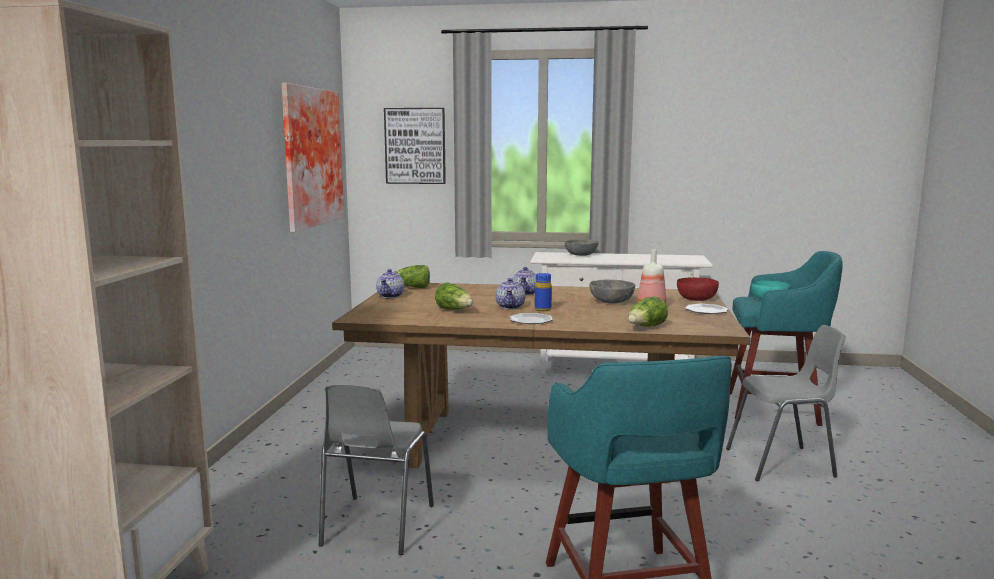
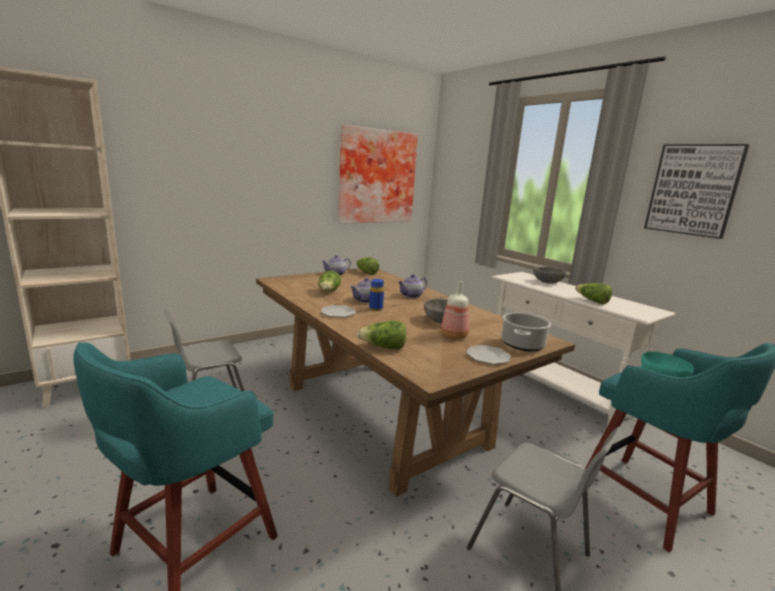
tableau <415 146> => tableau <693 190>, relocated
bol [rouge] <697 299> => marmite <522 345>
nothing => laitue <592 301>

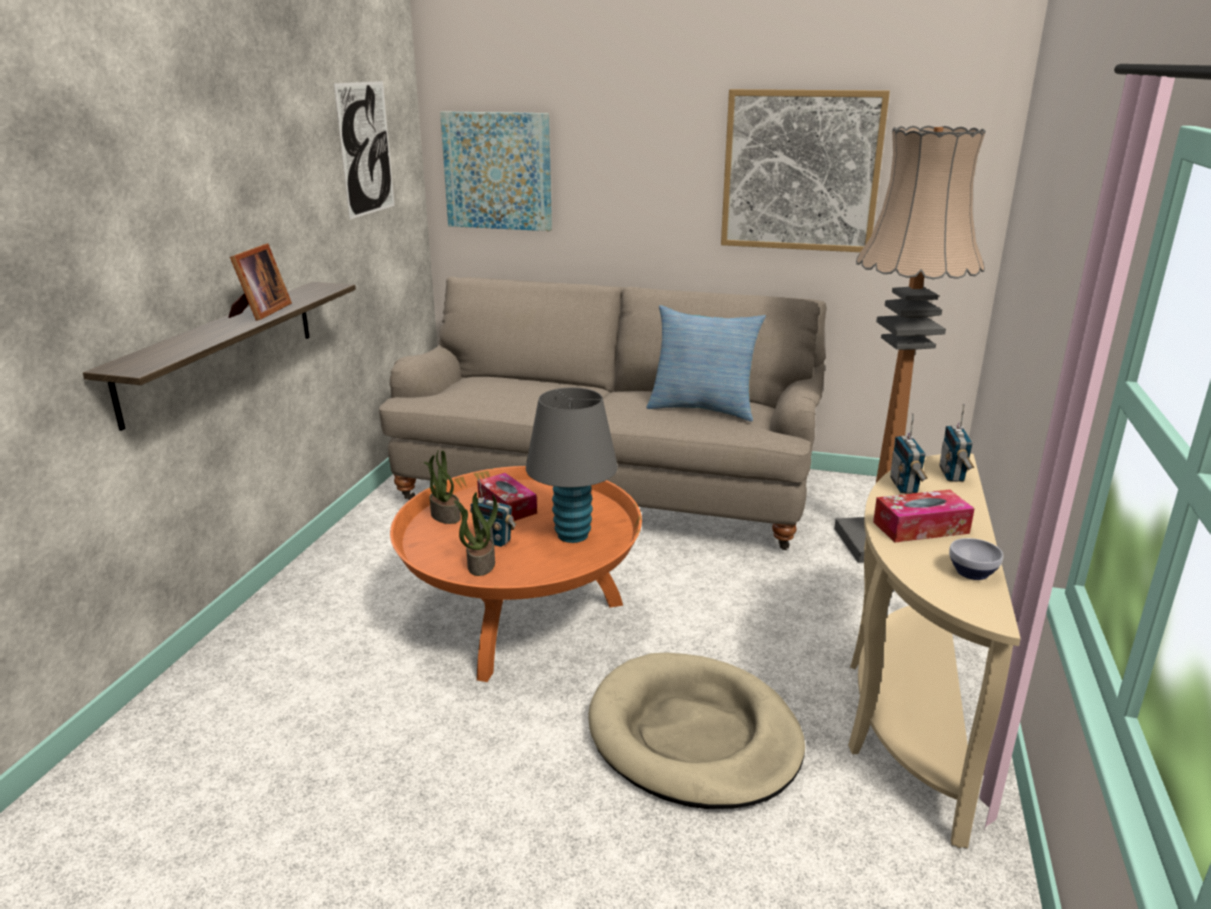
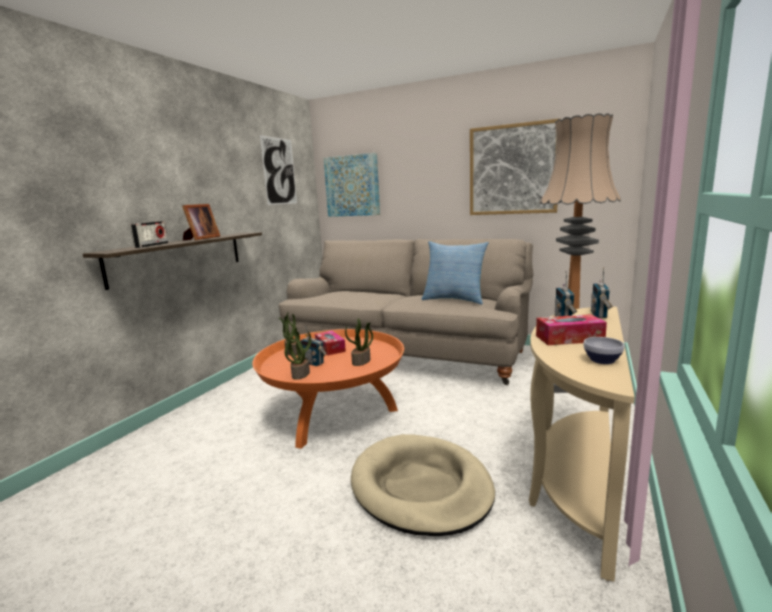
lampe de table [gris] <573 535> => plante en pot <361 361>
nothing => radio <152 245>

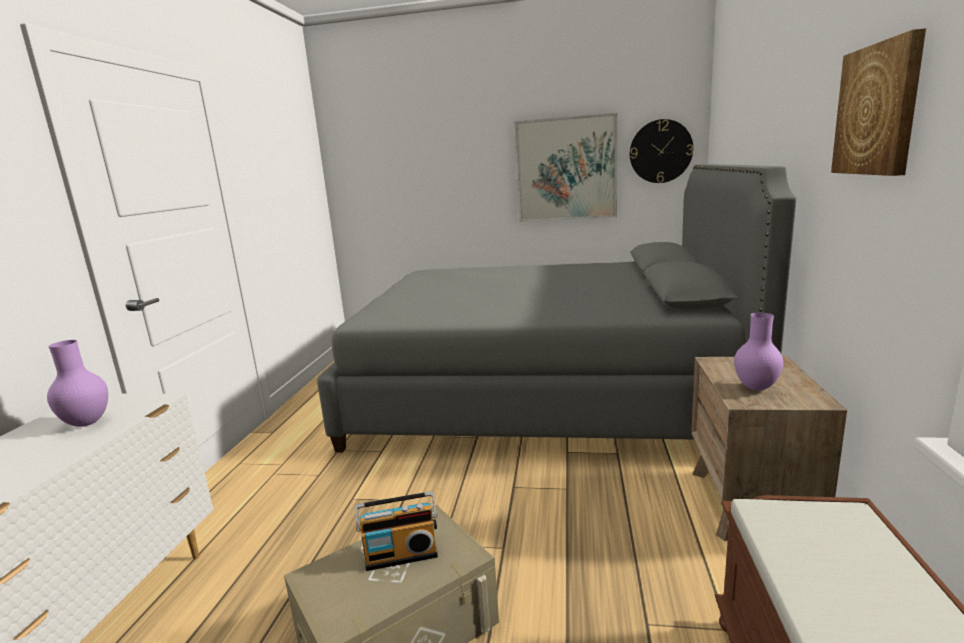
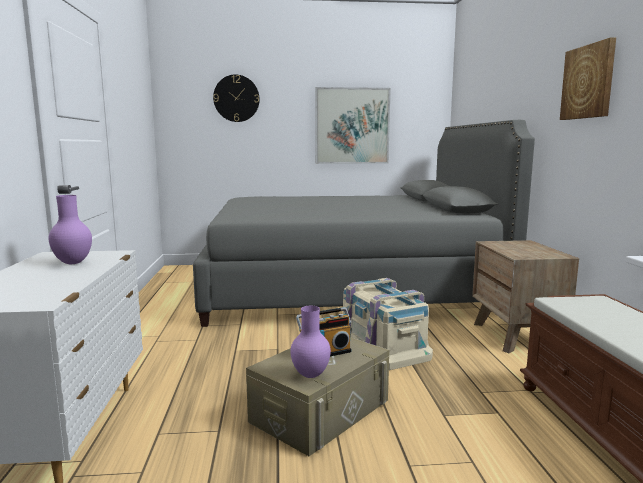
horloge murale <660 151> => horloge murale <236 98>, relocated
vase [violet] <755 388> => vase [violet] <309 375>, relocated
nothing => boîte de rangement [beige] <383 346>

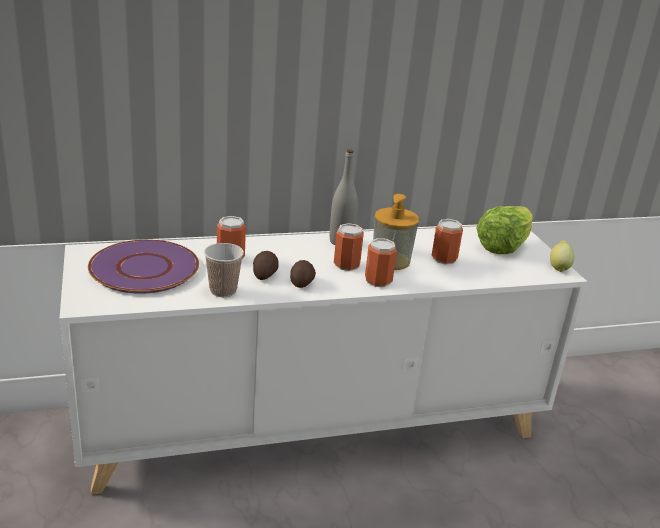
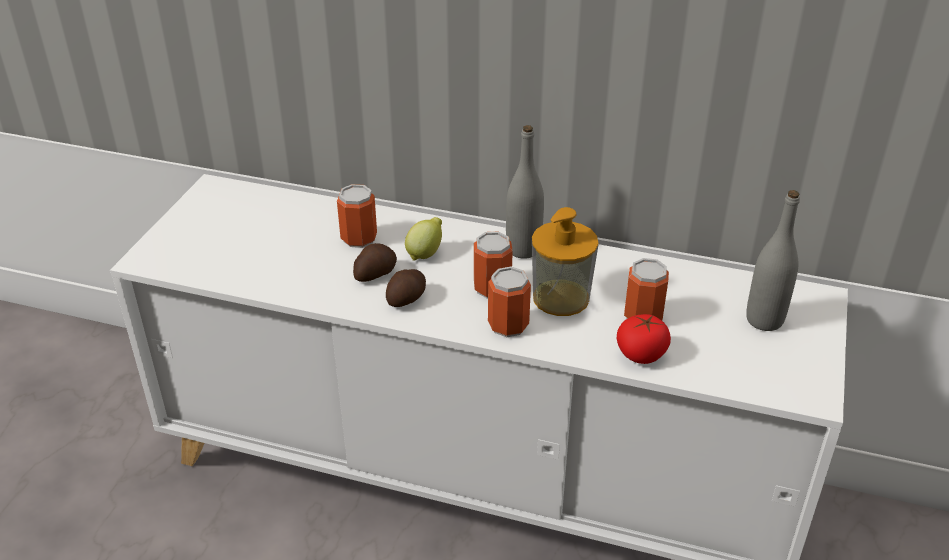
laitue <503 246> => bouteille [gris] <764 320>
assiette [violet] <144 268> => nothing
citron <559 267> => citron <425 253>, relocated
tasse <223 291> => nothing
nothing => tomate <641 354>

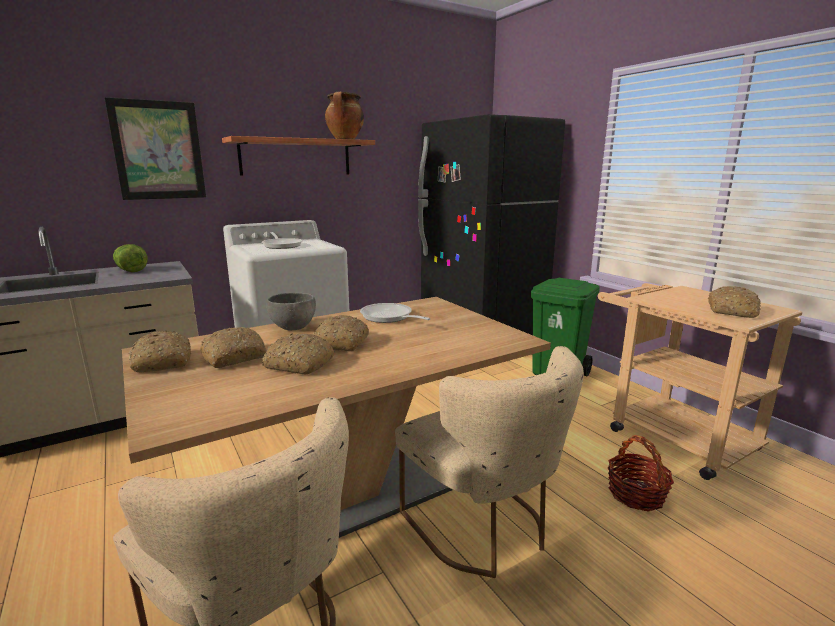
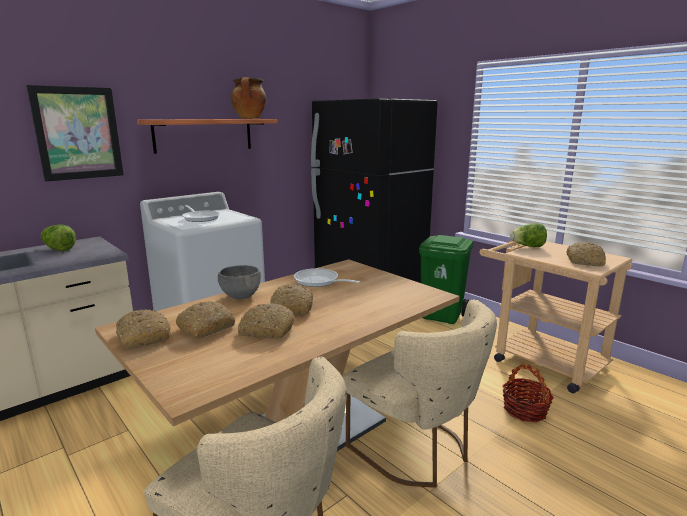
nothing => laitue <528 246>

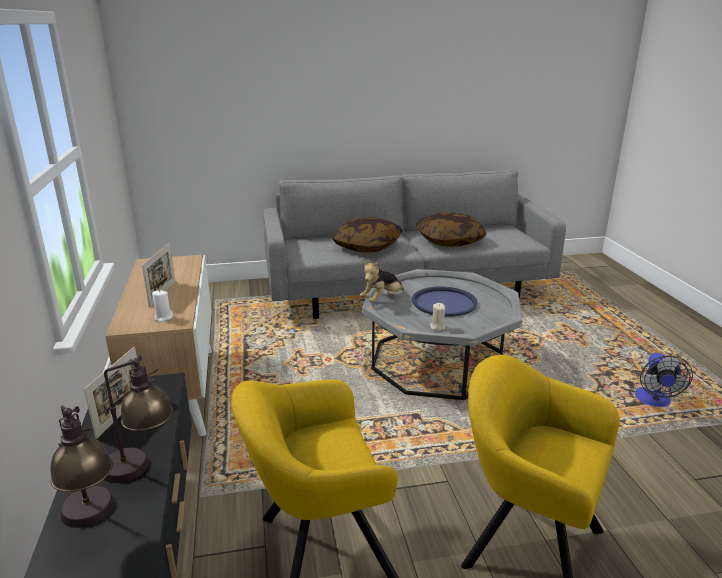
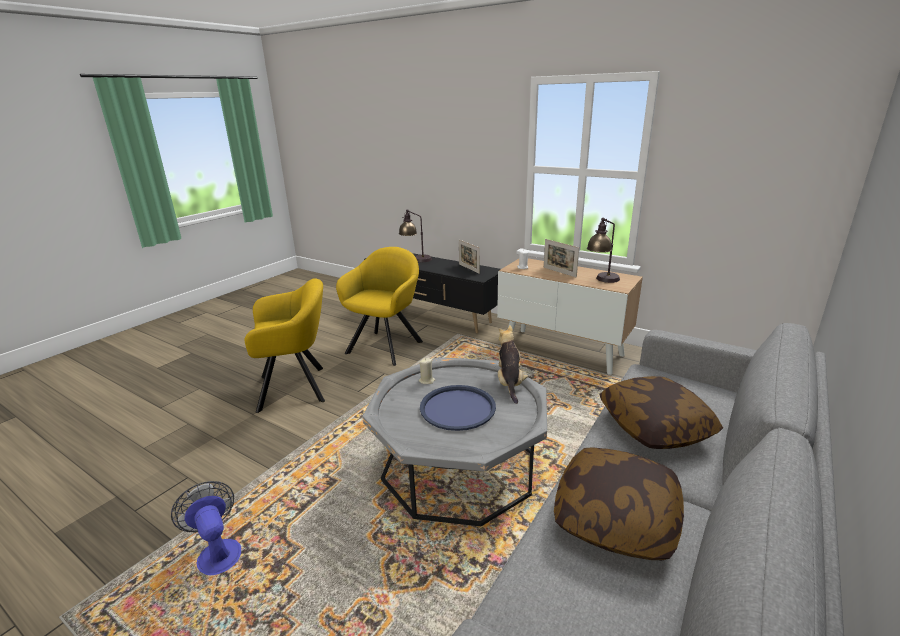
lampe de table <141 469> => lampe de table <601 280>, relocated

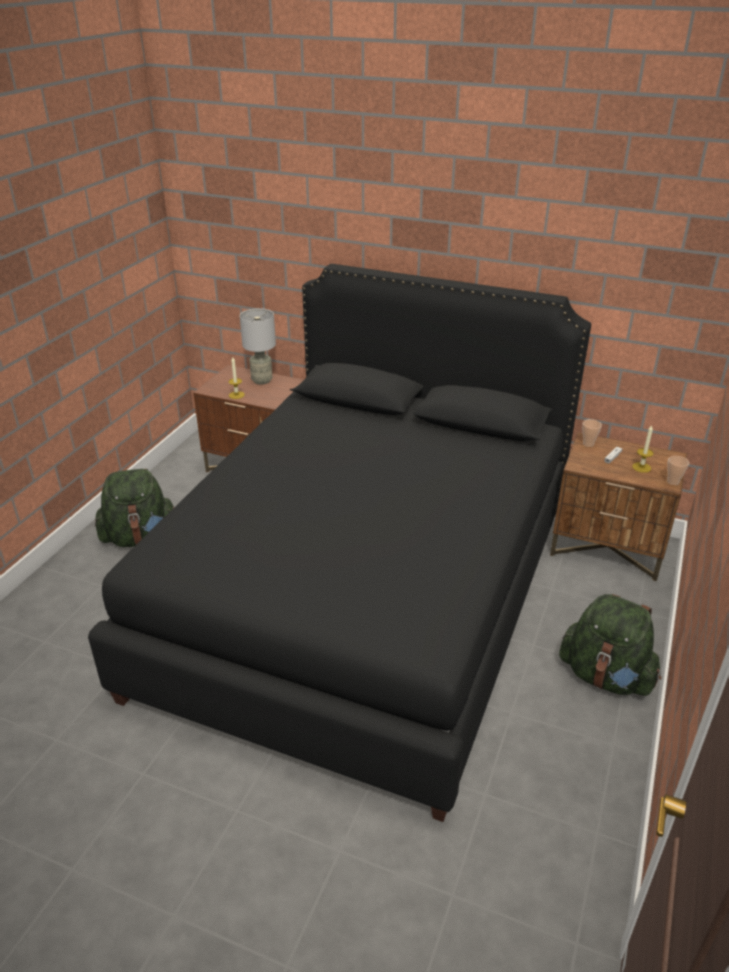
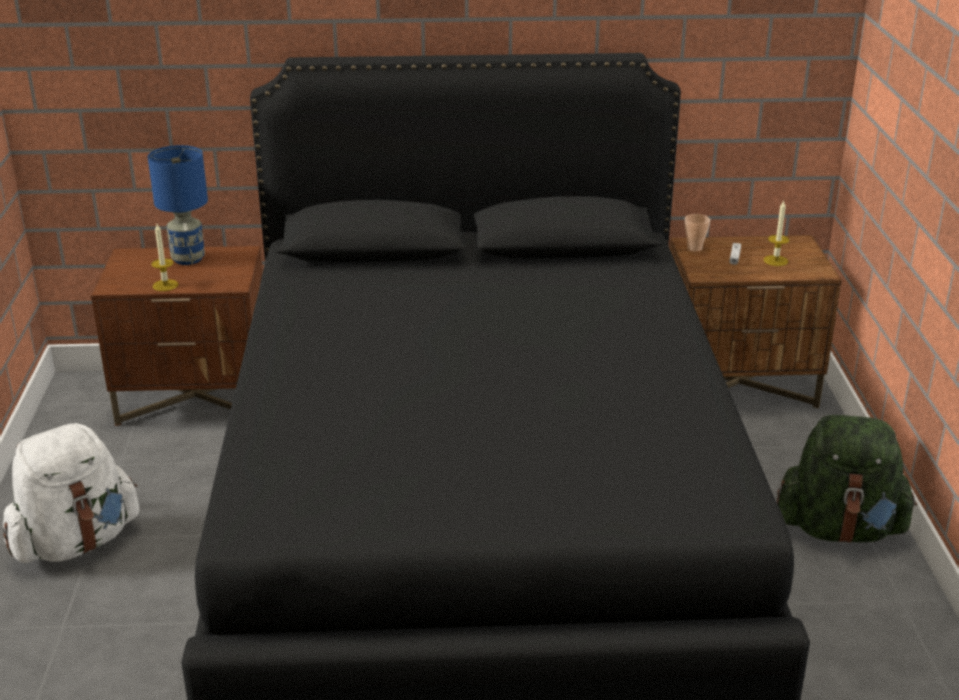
lampe de table [gris] <262 380> => lampe de table [bleu] <189 259>
tasse <673 482> => nothing
sac à dos [vert] <140 537> => sac à dos [blanc] <76 542>

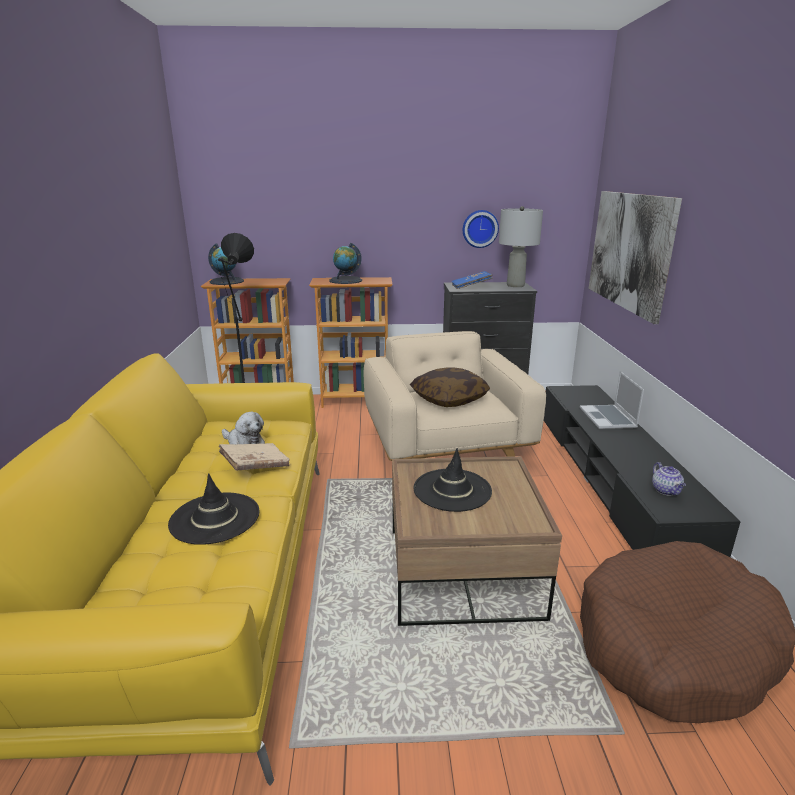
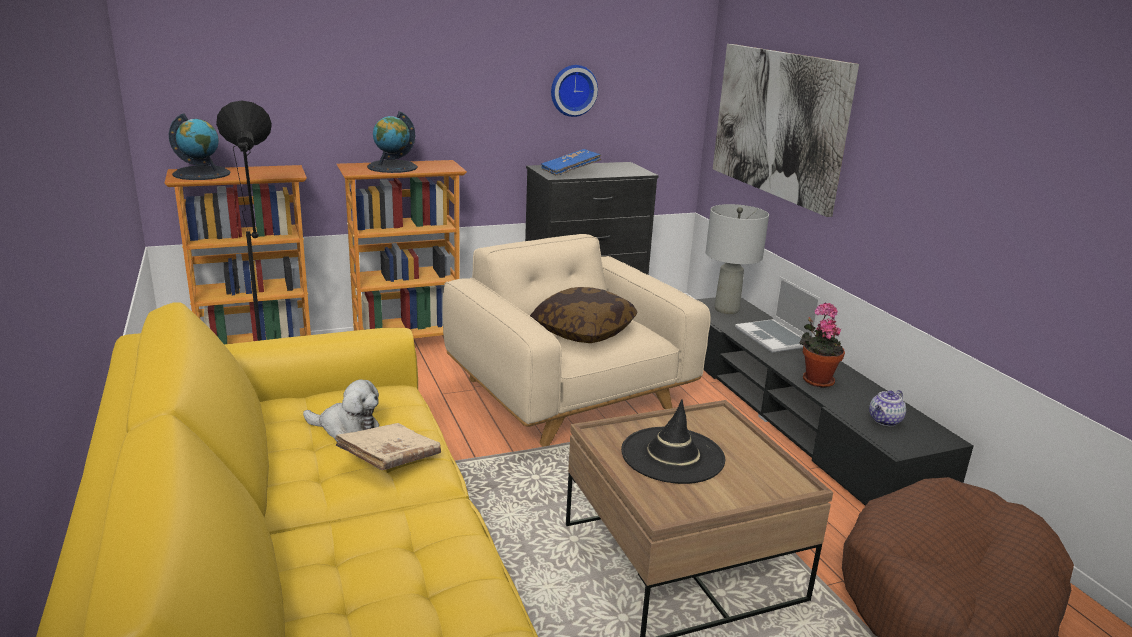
lampe de table [gris] <515 285> => lampe de table [gris] <726 309>, relocated
théière <666 491> => théière <885 421>, 75 degrees clockwise
chapeau [noir] <215 518> => nothing
nothing => plante en pot <816 379>

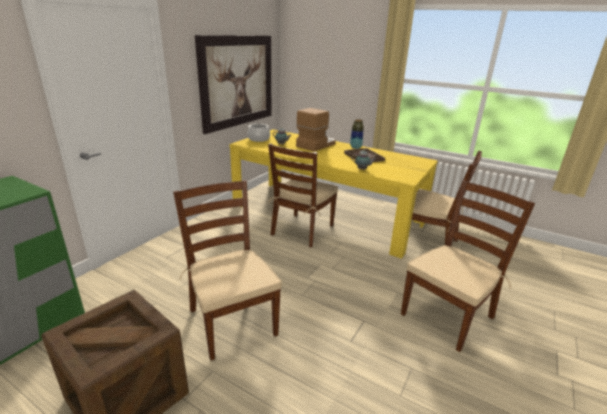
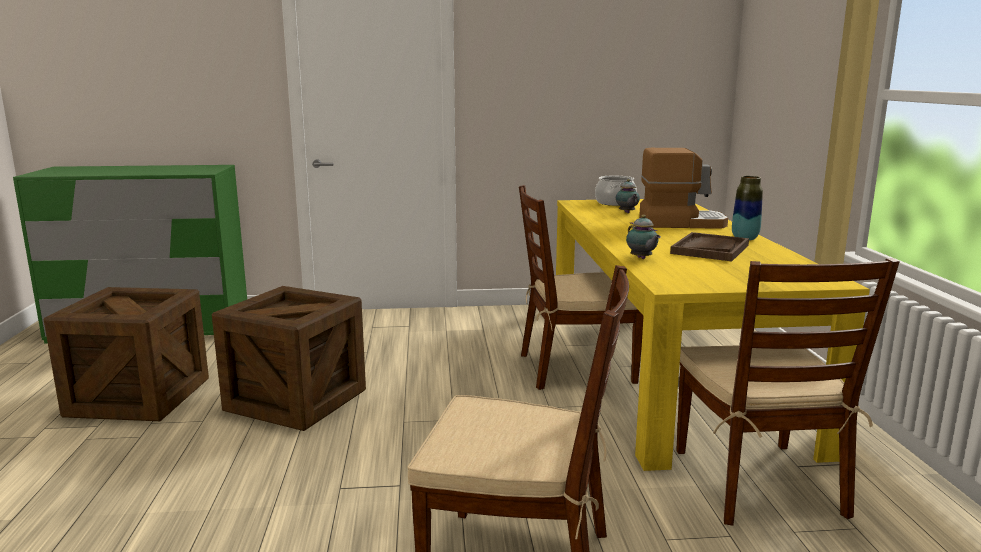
tableau <238 81> => nothing
chaise [marron] <232 321> => caisse <296 400>

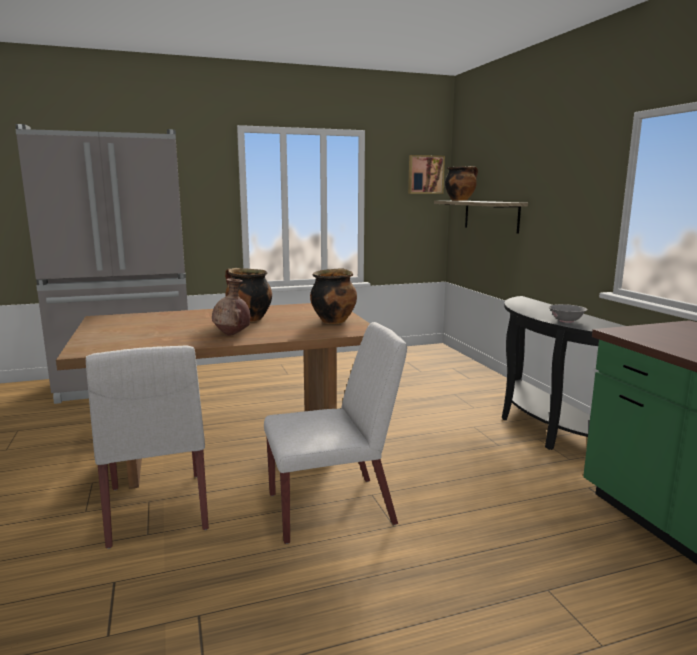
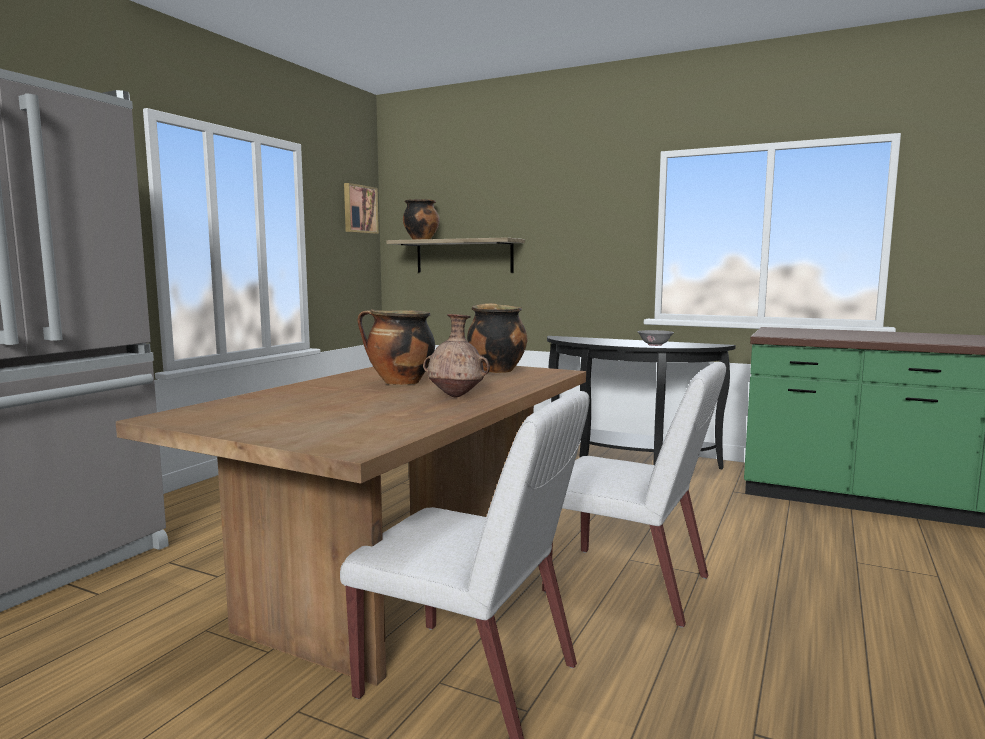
chaise [blanc] <332 508> => chaise [blanc] <629 585>, 90 degrees clockwise

